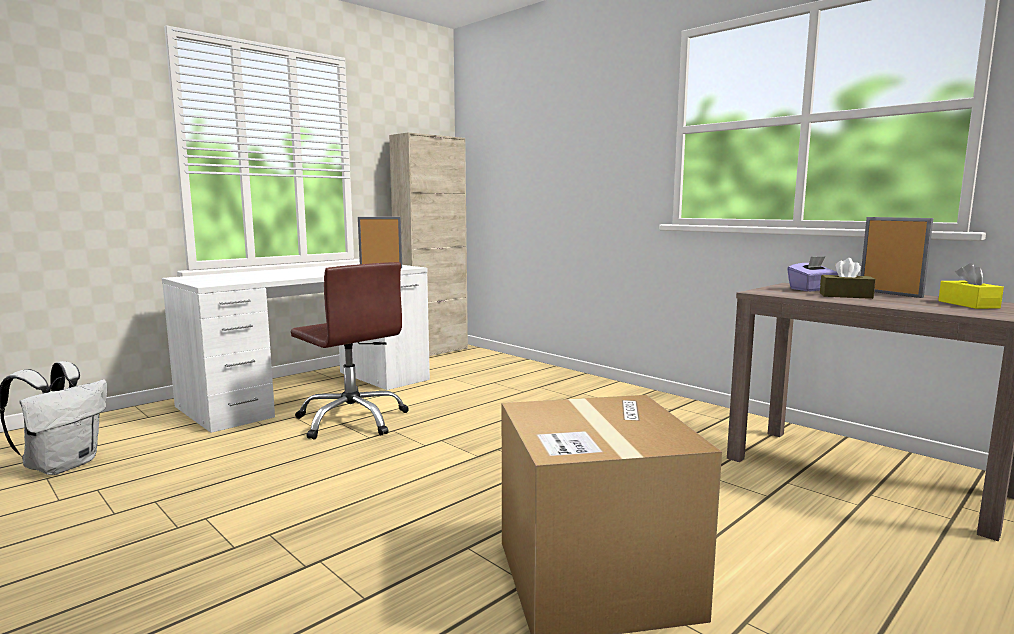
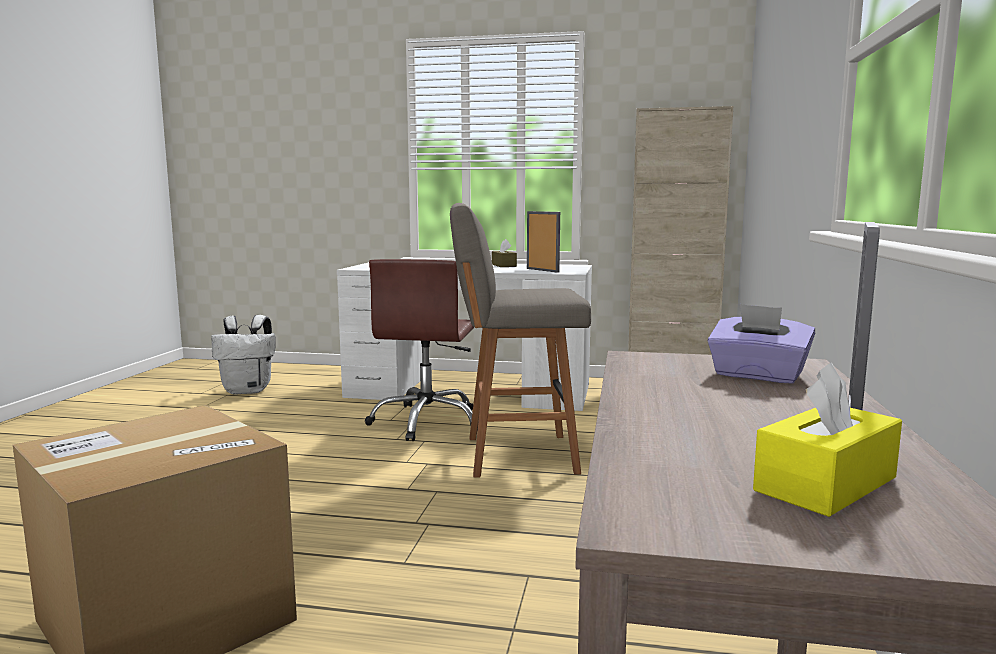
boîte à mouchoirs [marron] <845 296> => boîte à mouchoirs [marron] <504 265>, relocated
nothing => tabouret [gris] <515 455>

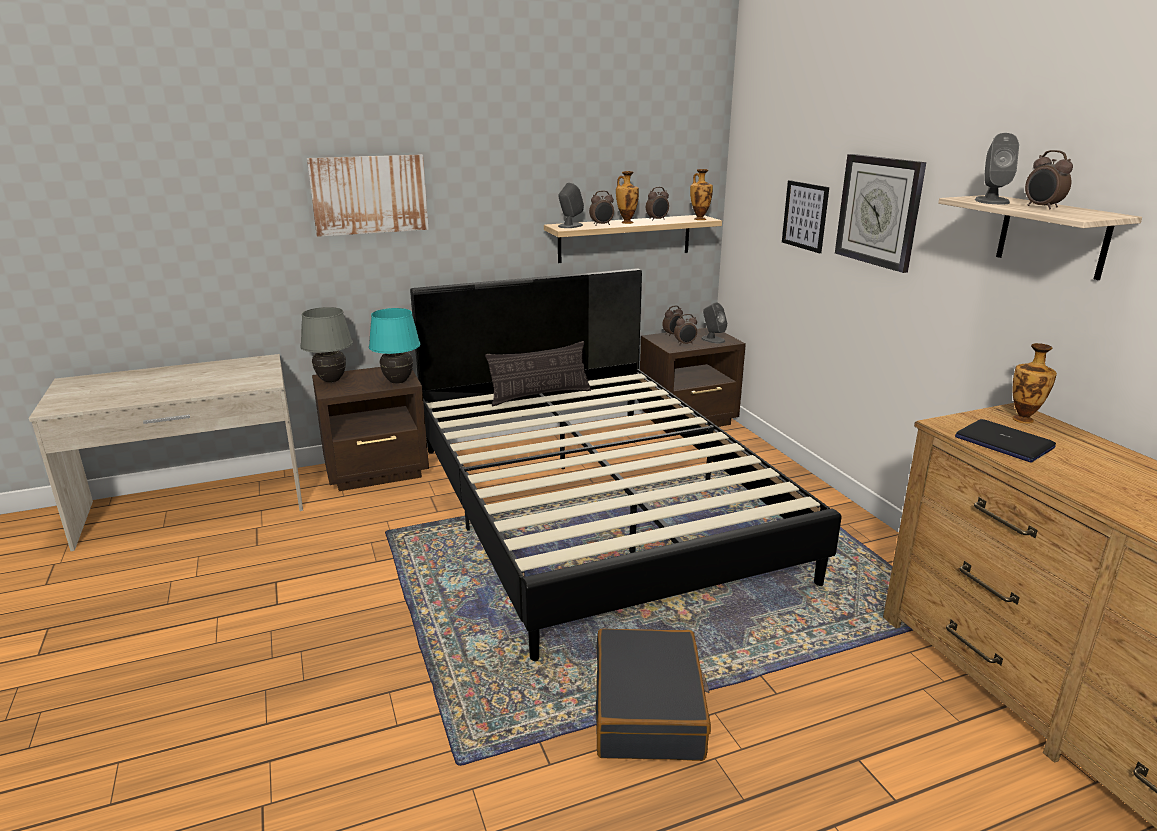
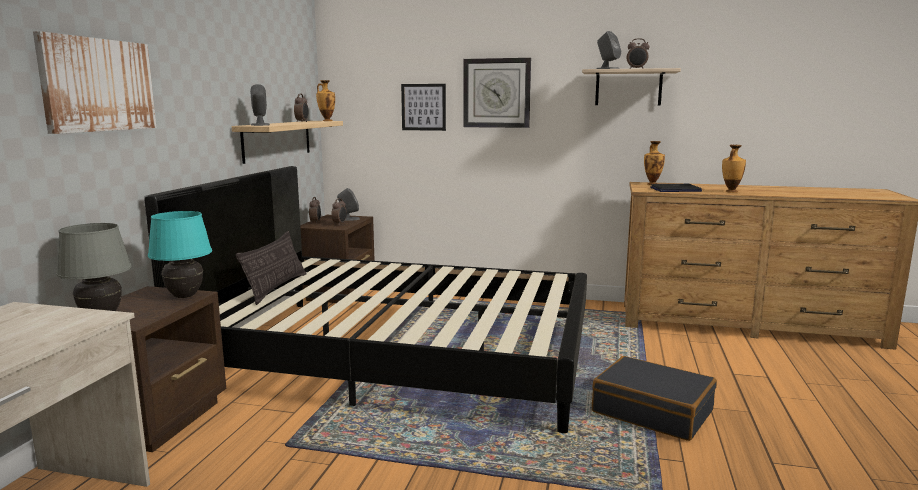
vase <626 222> => vase <731 192>, relocated
réveil <602 225> => nothing

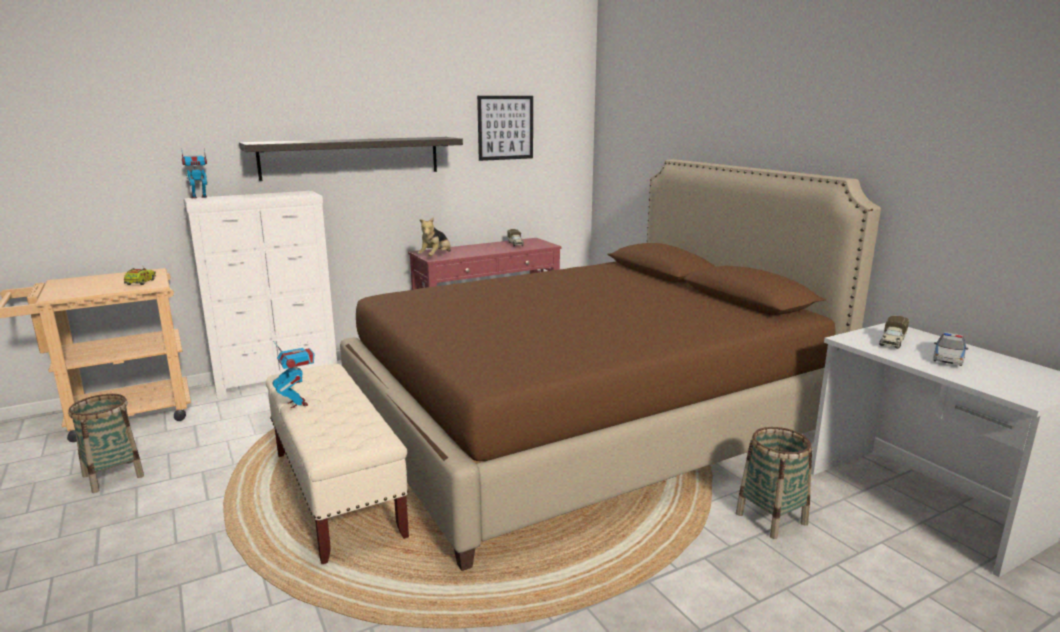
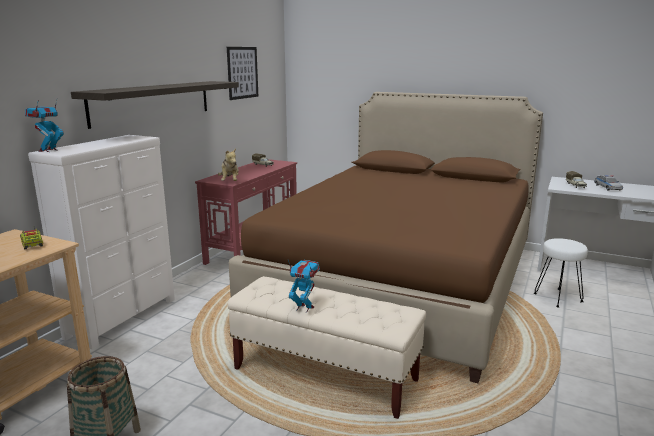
panier <771 518> => tabouret [blanc] <557 298>

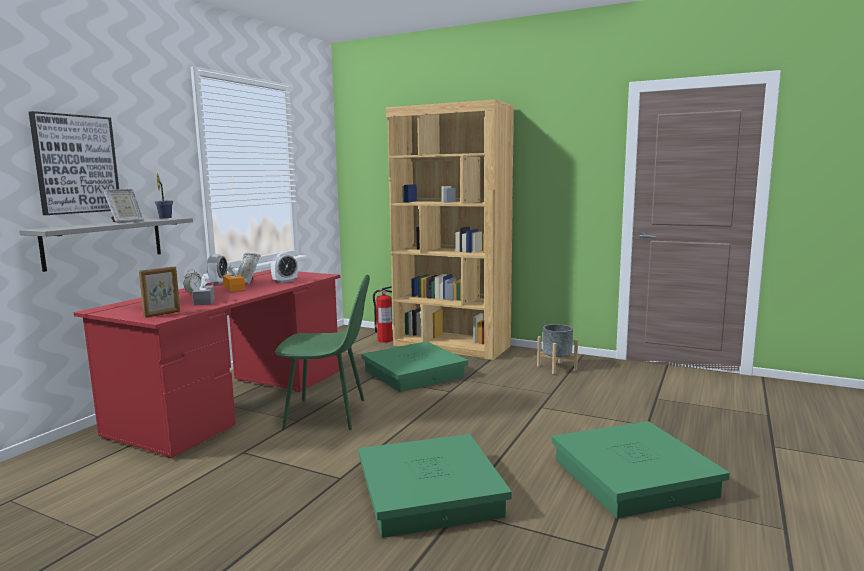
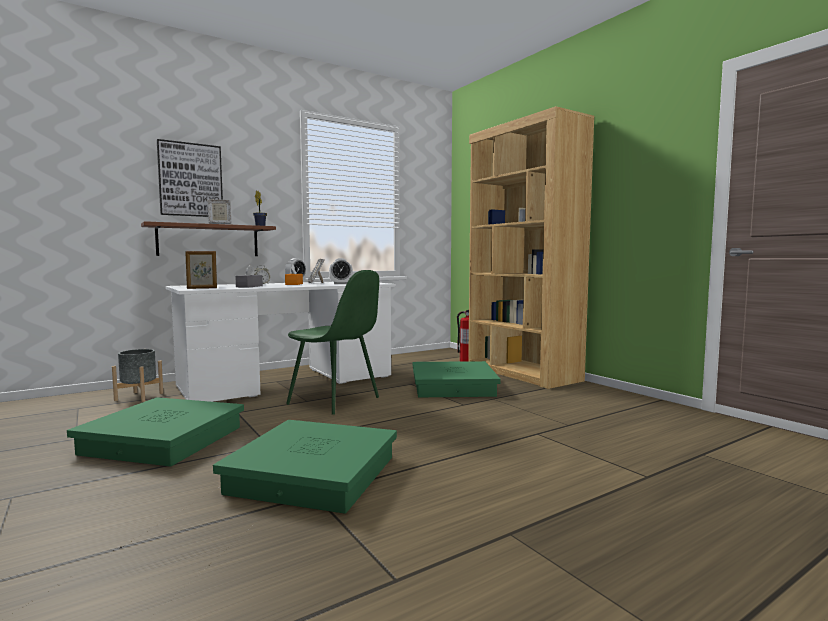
étagère [gris] <104 242> => étagère [marron] <208 240>
bureau [rouge] <234 401> => bureau [blanc] <287 381>
cache-pot [gris] <557 368> => cache-pot [gris] <139 396>, relocated
boîte de rangement [vert] <632 477> => boîte de rangement [vert] <163 440>, relocated

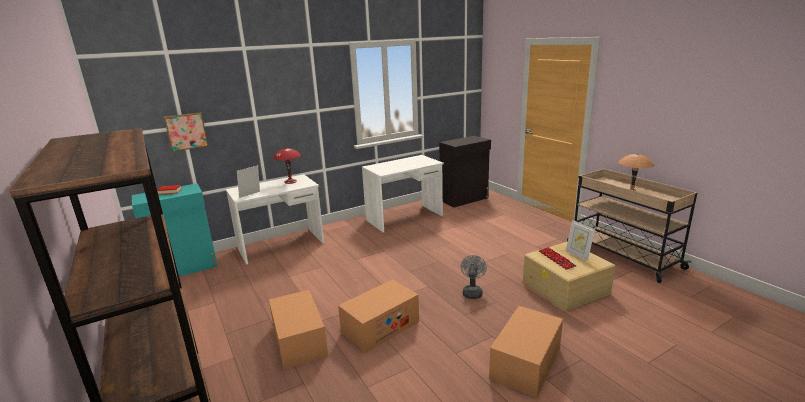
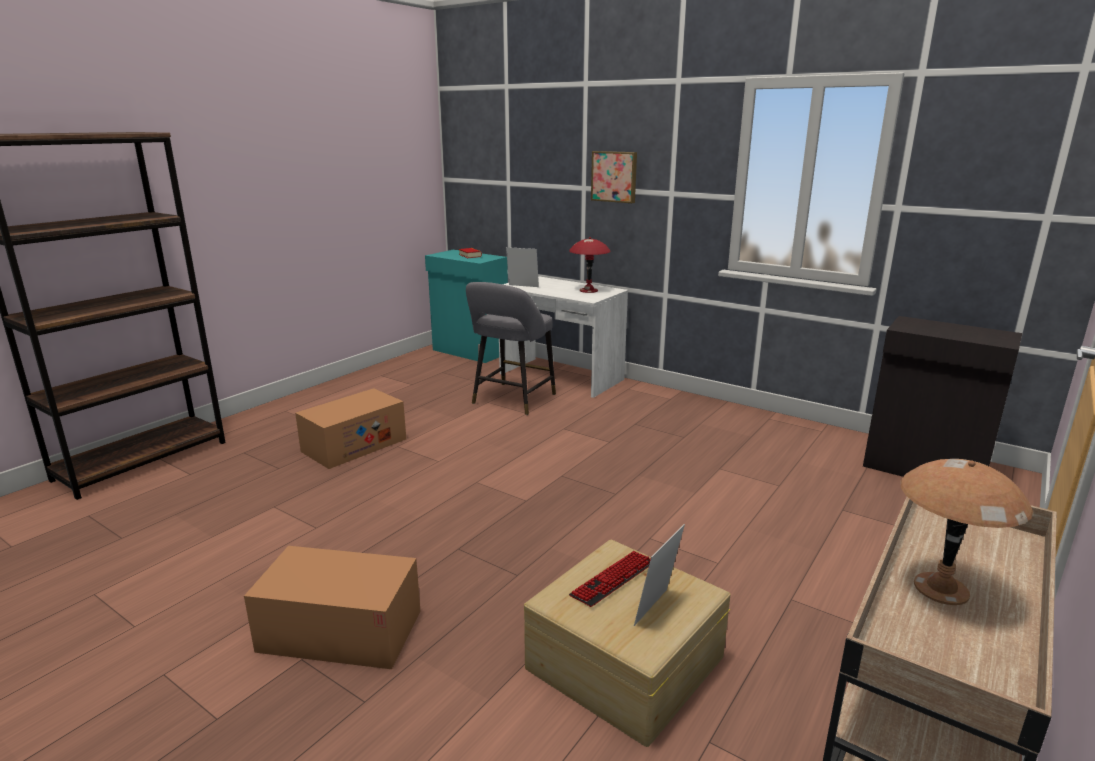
tableau <186 131> => tableau <614 176>, relocated
bureau [blanc] <405 218> => nothing
ventilateur [gris] <472 292> => nothing
carton <380 327> => nothing
nothing => tabouret [gris] <511 400>

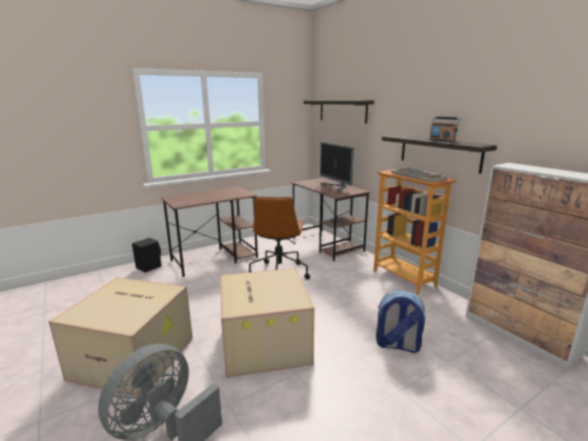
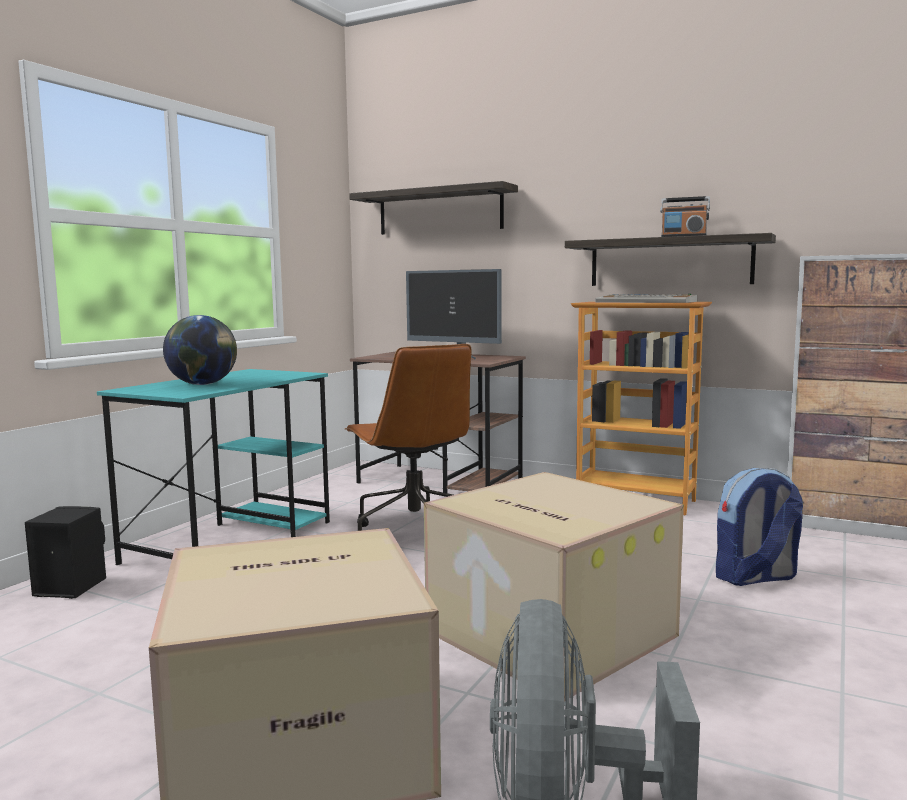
bureau [marron] <215 258> => bureau [turquoise] <232 541>
nothing => globe <203 384>

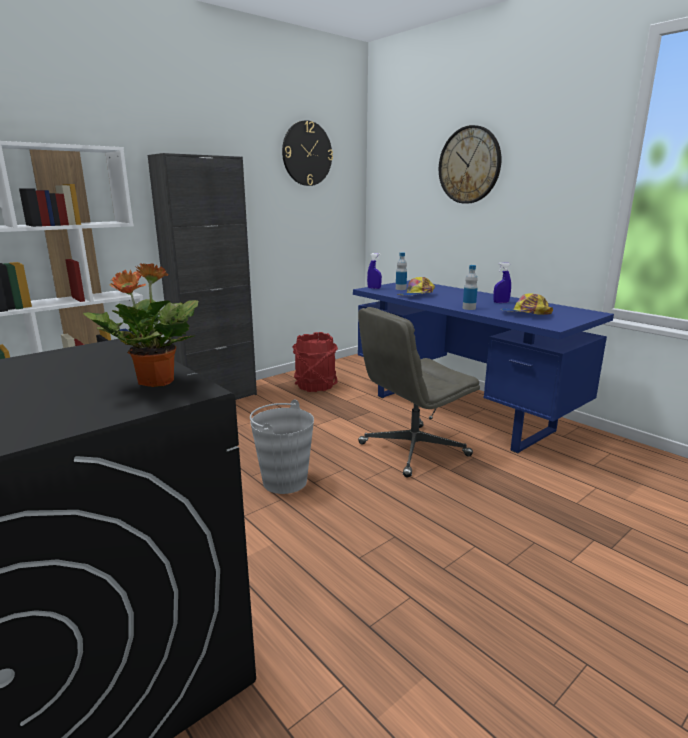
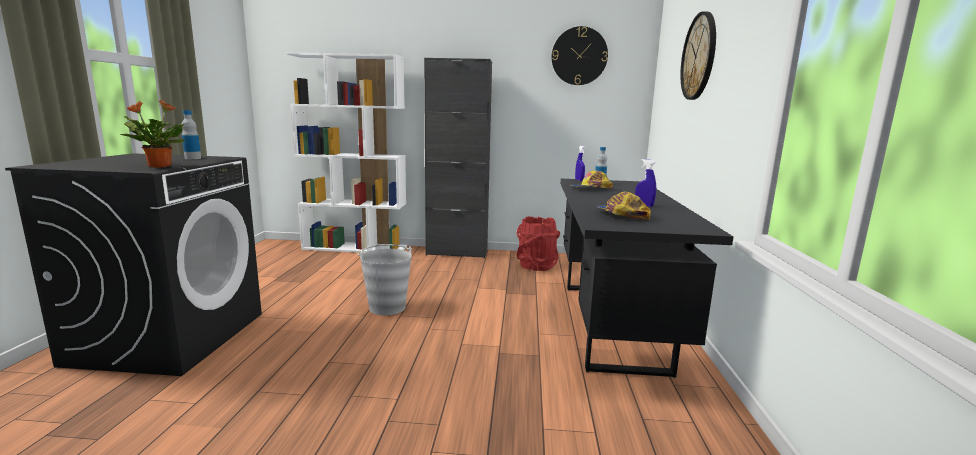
bouteille <469 308> => bouteille <193 158>, relocated
bureau [bleu] <461 412> => bureau [noir] <612 324>
chaise de bureau [gris] <412 450> => nothing

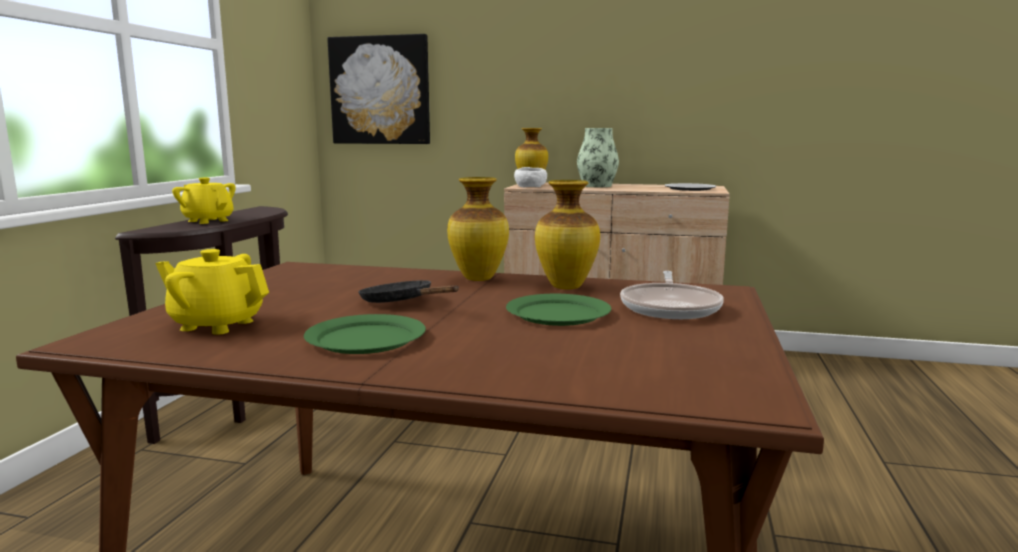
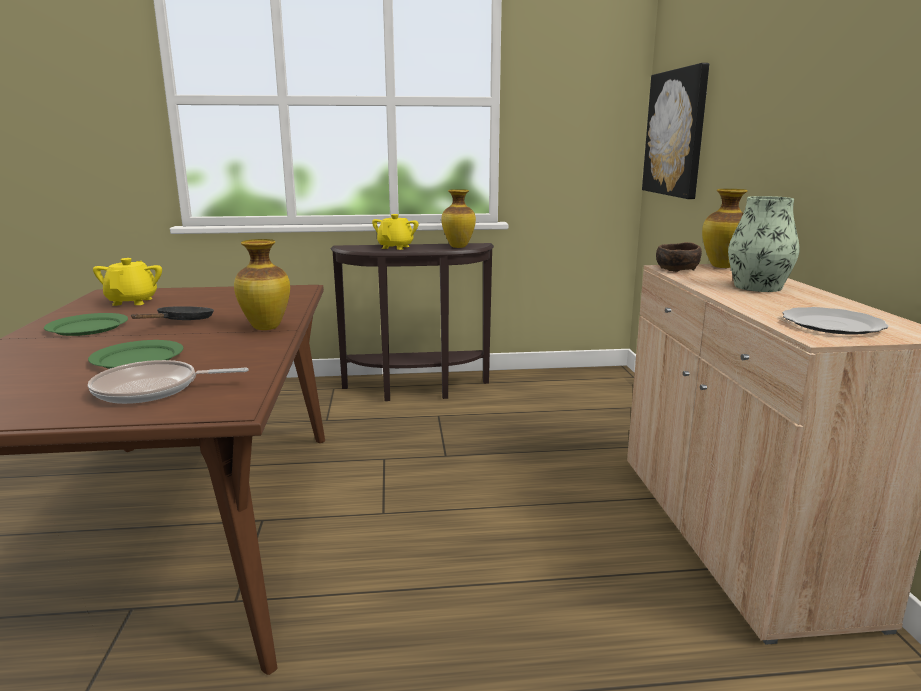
bol [blanc] <531 187> => bol [marron] <676 270>
vase <565 287> => vase <458 247>, relocated

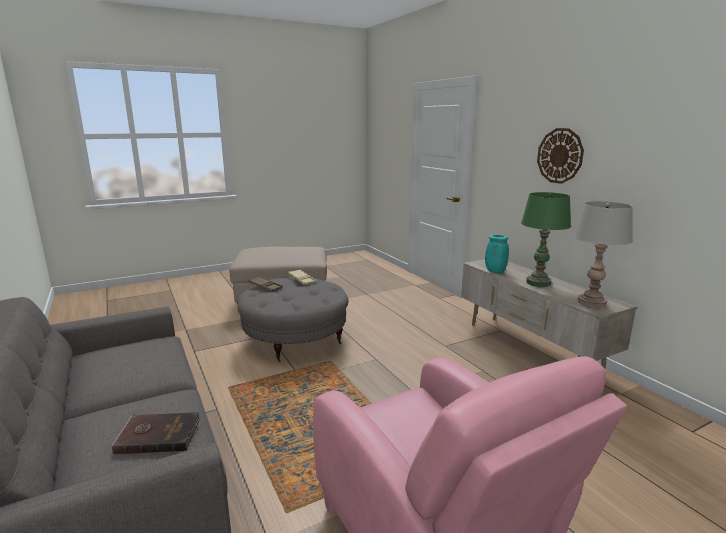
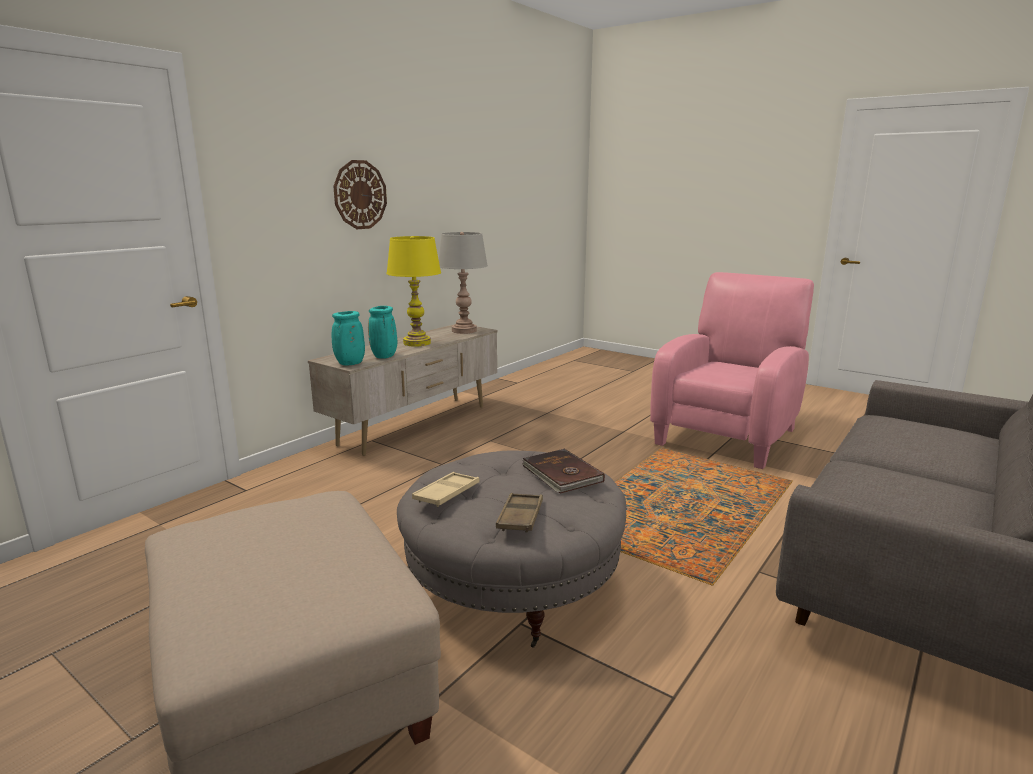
lampe de table [vert] <538 283> => lampe de table [jaune] <417 343>
livre [marron] <158 435> => livre [marron] <561 474>, relocated
nothing => vase [turquoise] <349 364>

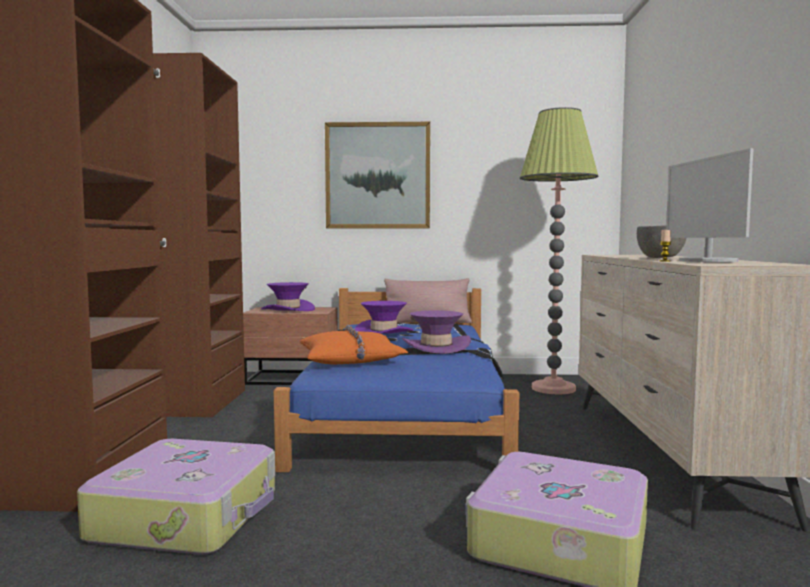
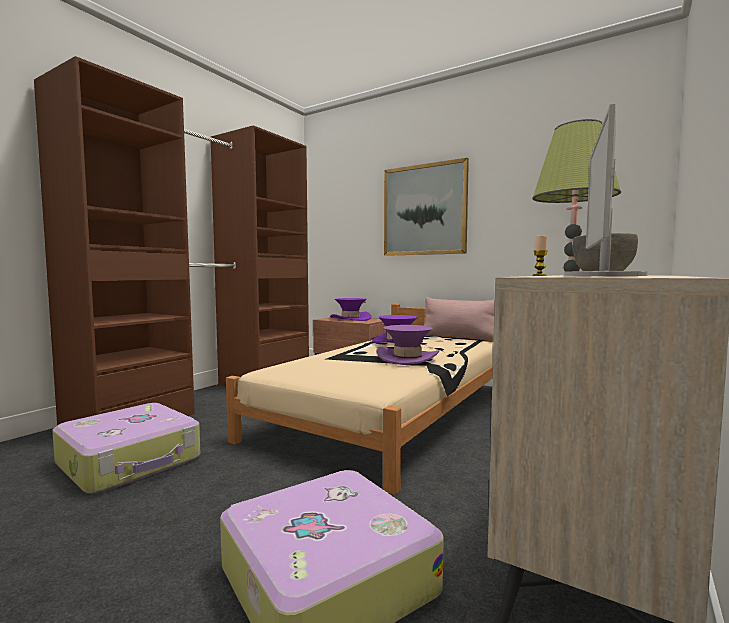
lit [bleu] <404 410> => lit [beige] <394 411>
coussin [orange] <351 359> => nothing

